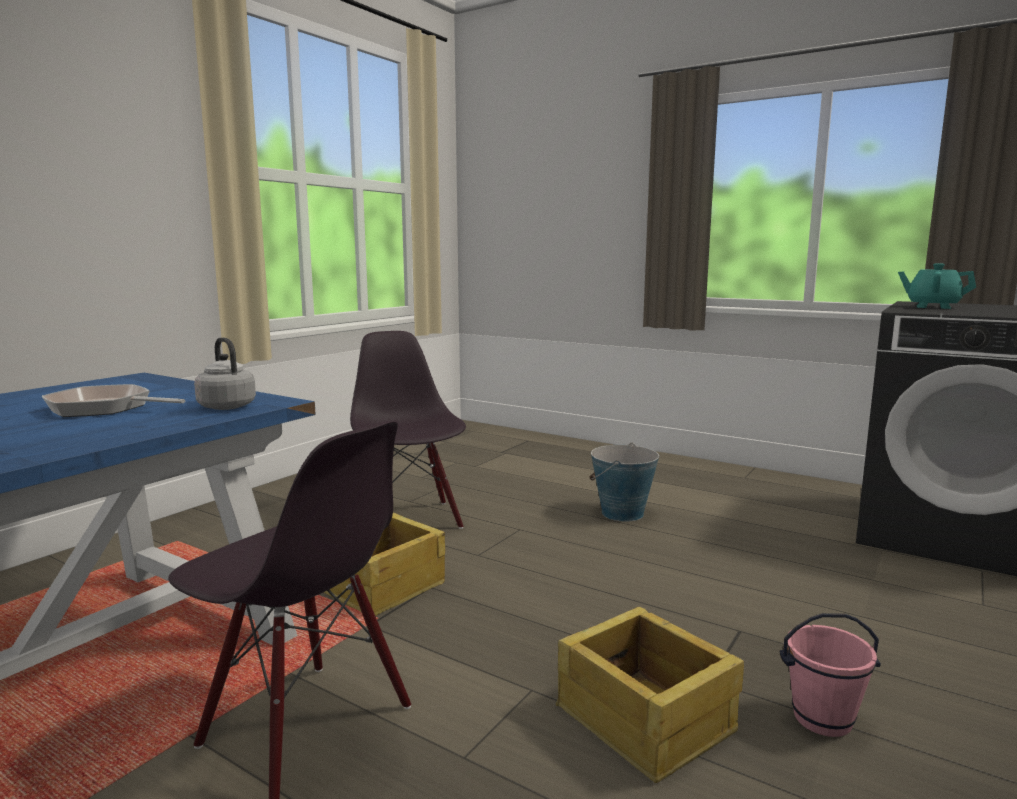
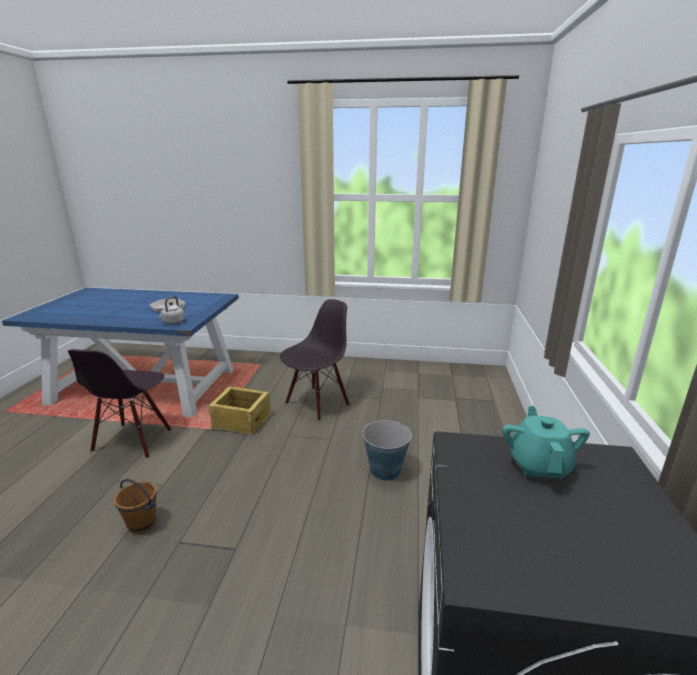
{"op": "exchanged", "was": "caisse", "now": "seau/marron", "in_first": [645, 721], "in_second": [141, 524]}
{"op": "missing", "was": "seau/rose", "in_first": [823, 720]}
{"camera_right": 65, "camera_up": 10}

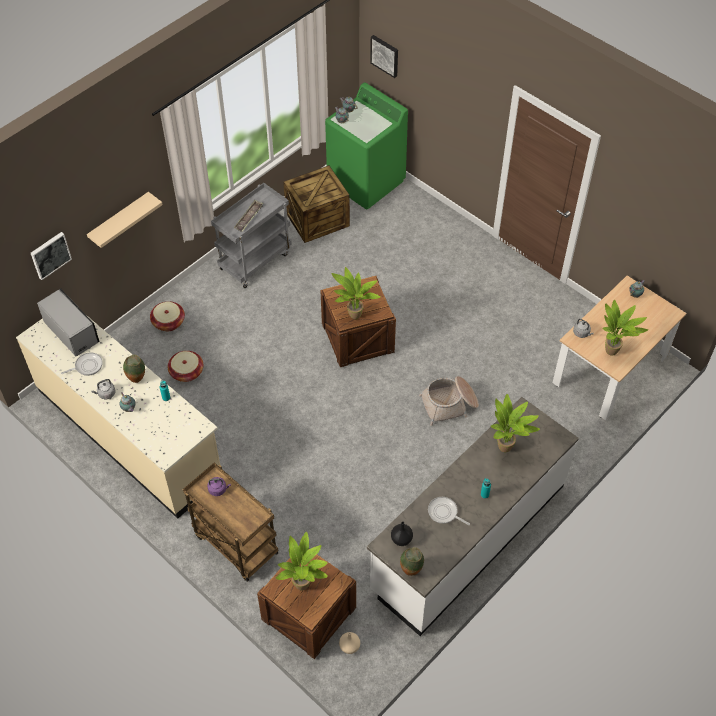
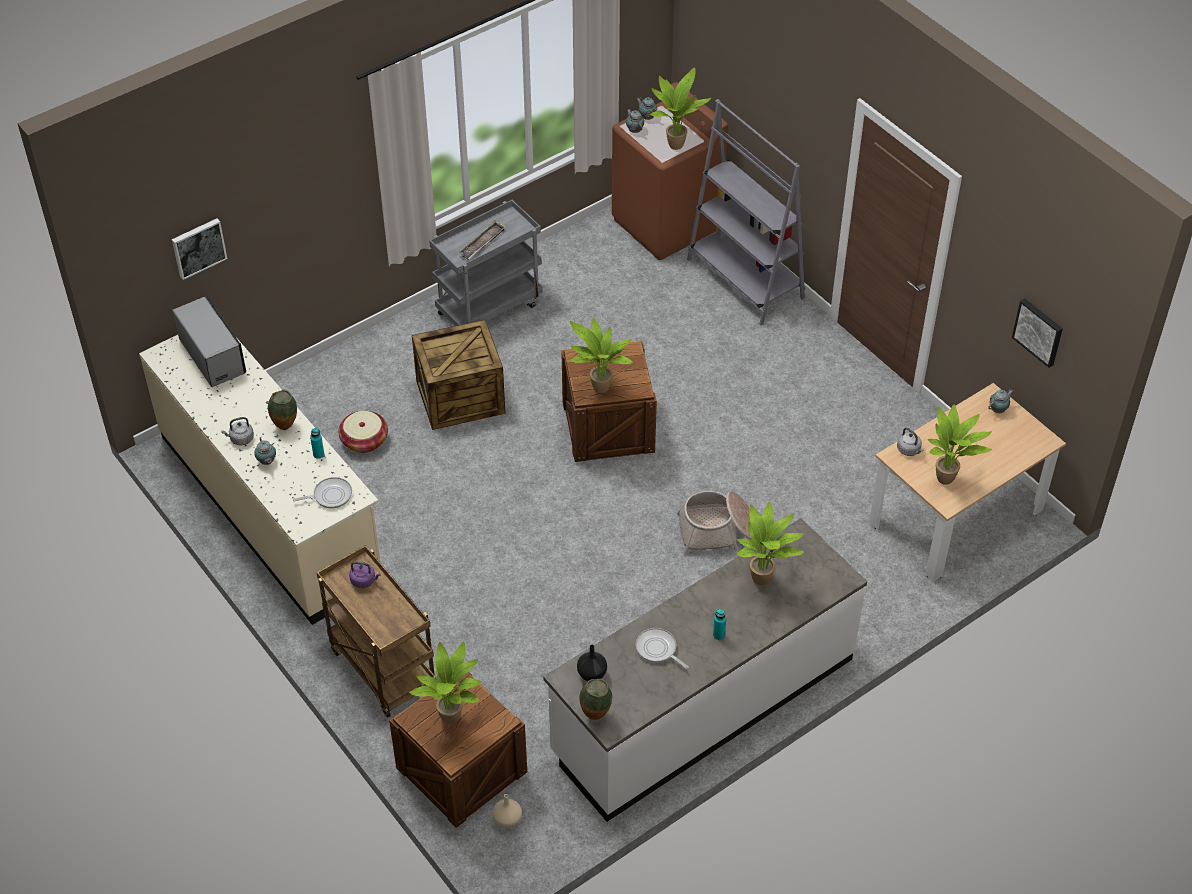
{"op": "relocated", "was": "poêle", "in_first": [87, 366], "in_second": [330, 495]}
{"op": "relocated", "was": "caisse", "in_first": [317, 219], "in_second": [460, 396]}
{"op": "colour", "was": "lave-linge/vert", "now": "lave-linge/marron", "in_first": [366, 182], "in_second": [667, 224]}
{"op": "appeared", "now": "plante en pot", "in_second": [674, 144]}
{"op": "appeared", "now": "bibliothèque/gris", "in_second": [745, 279]}
{"op": "relocated", "was": "tableau", "in_first": [385, 55], "in_second": [1039, 331]}
{"op": "missing", "was": "étagère/beige", "in_first": [120, 221]}
{"op": "missing", "was": "panier", "in_first": [168, 322]}
{"camera_right": 10, "camera_up": -5}

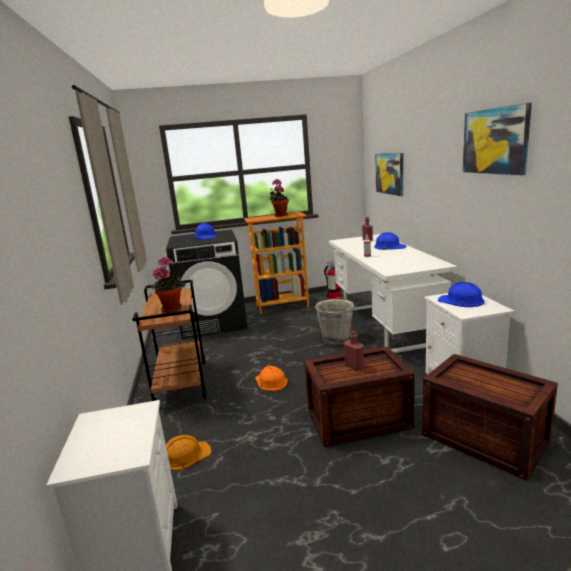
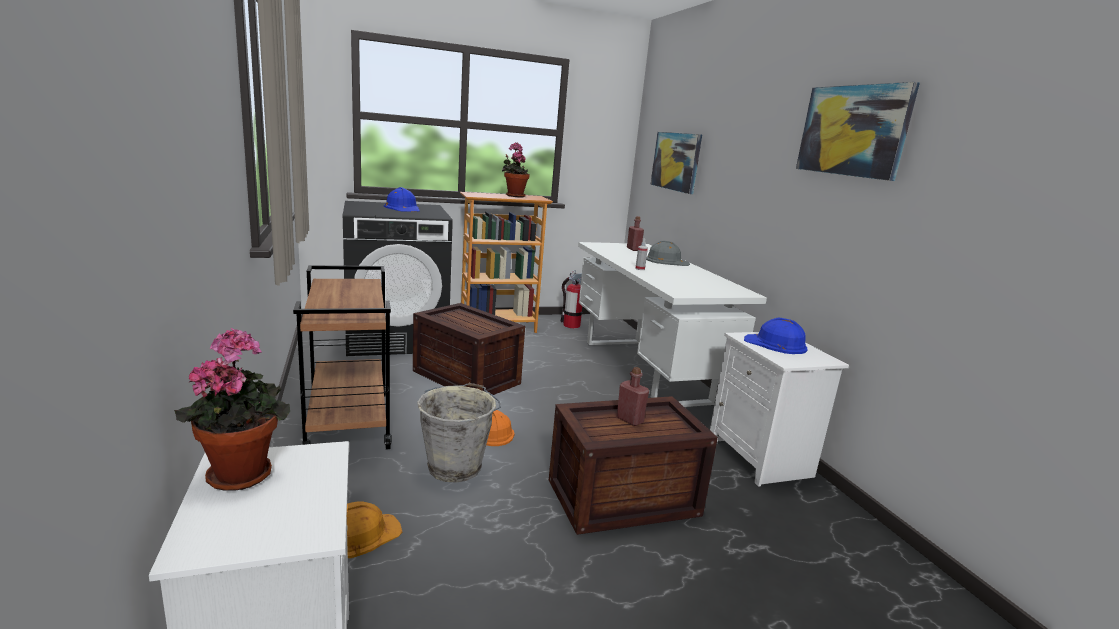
{"op": "relocated", "was": "plante en pot", "in_first": [172, 308], "in_second": [242, 472]}
{"op": "relocated", "was": "caisse", "in_first": [482, 438], "in_second": [465, 377]}
{"op": "relocated", "was": "seau/gris", "in_first": [336, 338], "in_second": [456, 466]}
{"op": "colour", "was": "casque de chantier/bleu", "now": "casque de chantier/gris", "in_first": [389, 246], "in_second": [666, 261]}
{"camera_right": -10, "camera_up": 0}

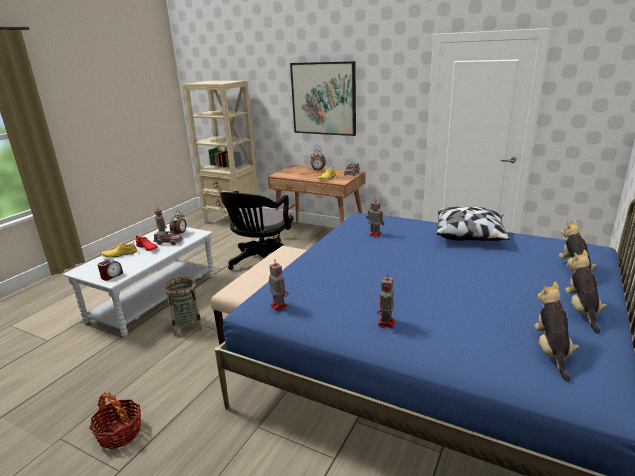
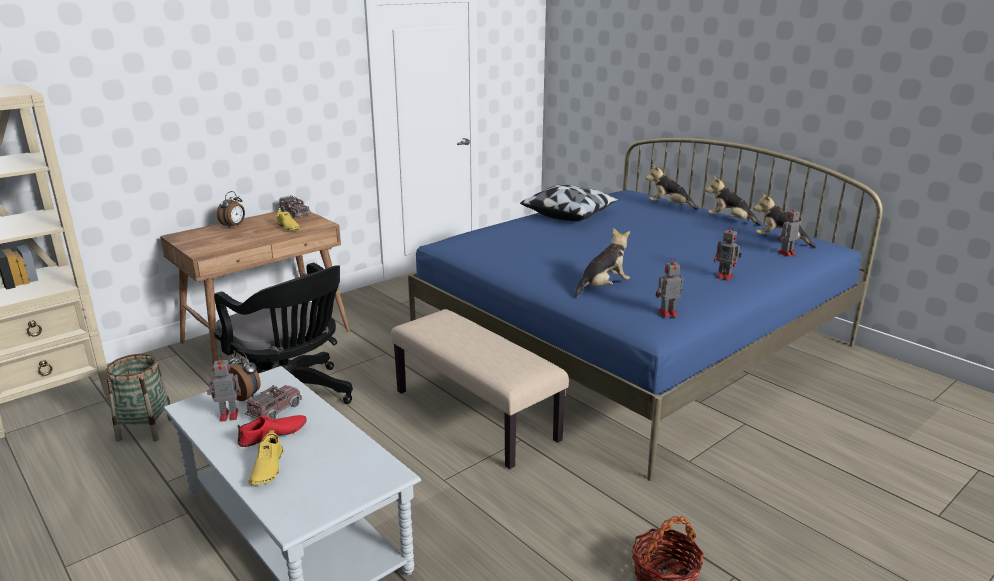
{"op": "relocated", "was": "panier", "in_first": [187, 326], "in_second": [146, 429]}
{"op": "appeared", "now": "peluche", "in_second": [603, 287]}
{"op": "relocated", "was": "robot jouet", "in_first": [374, 234], "in_second": [785, 253]}
{"op": "missing", "was": "réveil", "in_first": [112, 276]}
{"op": "missing", "was": "tableau", "in_first": [323, 98]}
{"camera_right": -70, "camera_up": 0}

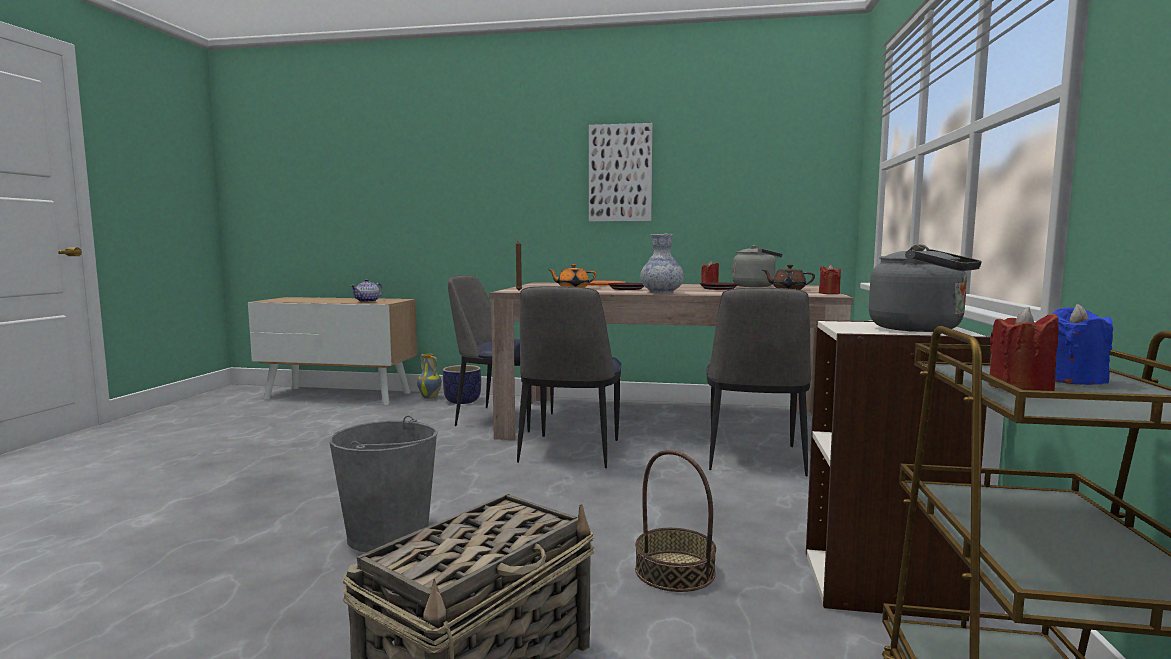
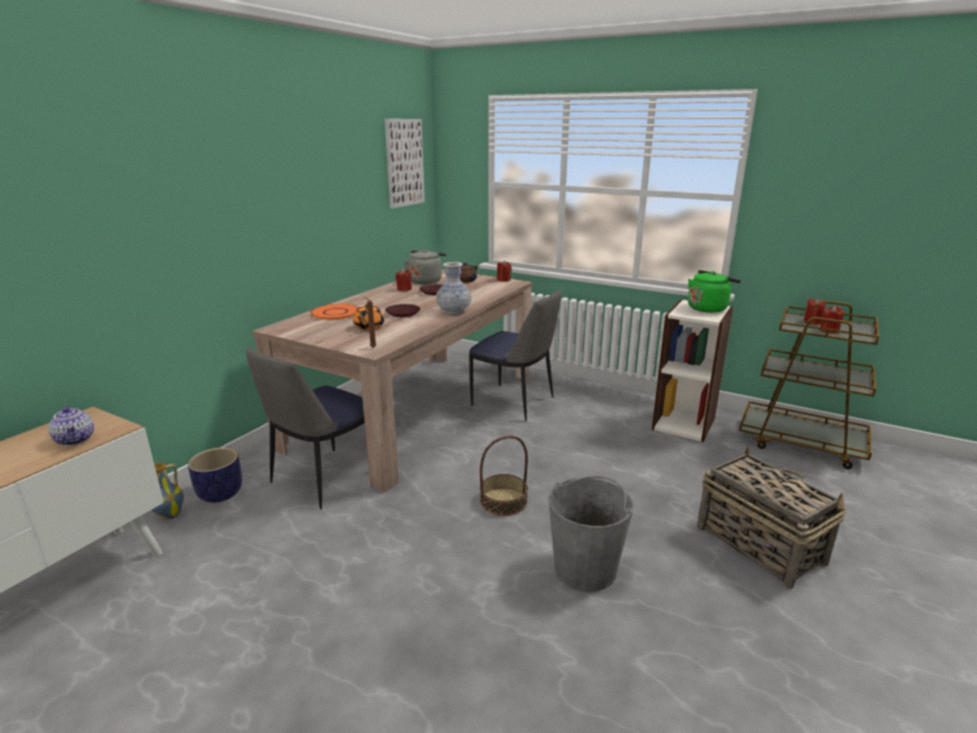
{"op": "relocated", "was": "tableau", "in_first": [620, 173], "in_second": [404, 163]}
{"op": "relocated", "was": "panier", "in_first": [675, 571], "in_second": [503, 501]}
{"op": "colour", "was": "bouilloire/gris", "now": "bouilloire/vert", "in_first": [921, 329], "in_second": [708, 308]}
{"op": "colour", "was": "bougie/bleu", "now": "bougie/rouge", "in_first": [1073, 380], "in_second": [812, 322]}
{"op": "missing", "was": "chaise", "in_first": [569, 452]}
{"camera_right": -70, "camera_up": 15}

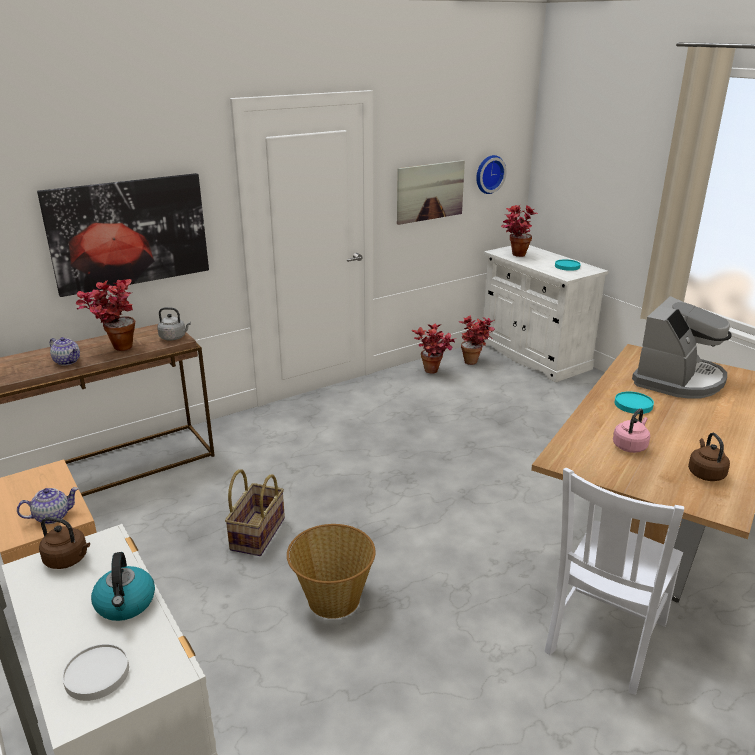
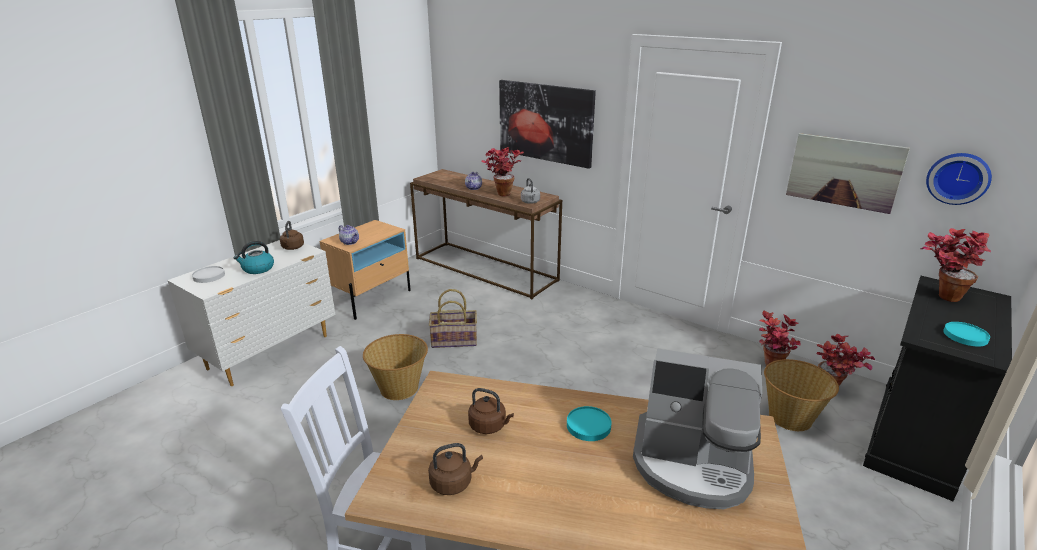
{"op": "colour", "was": "bouilloire/rose", "now": "bouilloire/marron", "in_first": [630, 446], "in_second": [489, 426]}
{"op": "appeared", "now": "panier", "in_second": [790, 417]}
{"op": "colour", "was": "meuble de rangement/blanc", "now": "meuble de rangement/noir", "in_first": [533, 356], "in_second": [914, 436]}
{"camera_right": 70, "camera_up": 0}

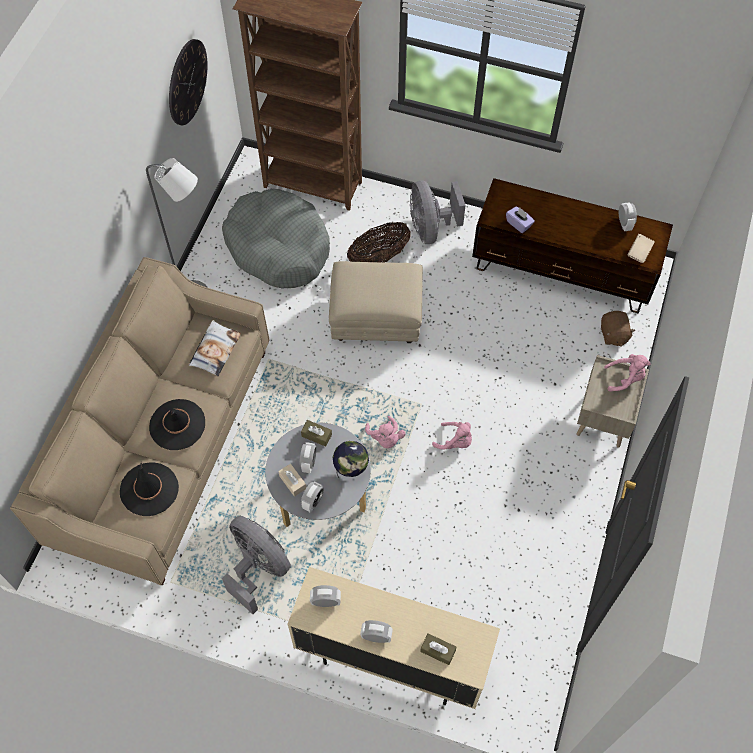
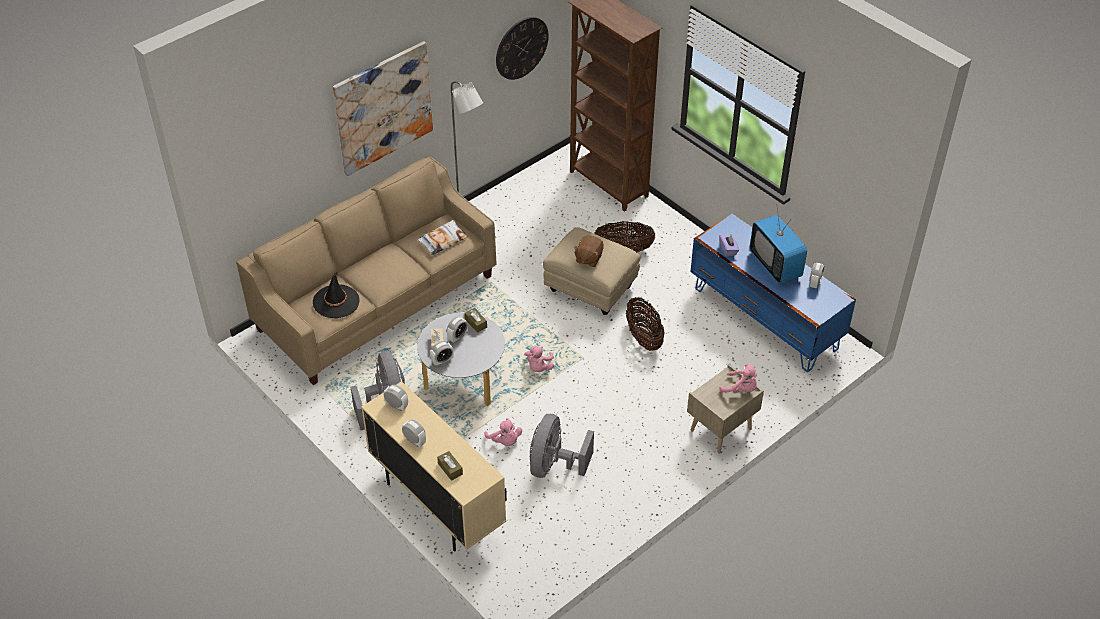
{"op": "appeared", "now": "tableau", "in_second": [383, 108]}
{"op": "relocated", "was": "peluche/rose", "in_first": [455, 441], "in_second": [505, 441]}
{"op": "relocated", "was": "ventilateur/gris", "in_first": [430, 228], "in_second": [554, 465]}
{"op": "relocated", "was": "peluche/marron", "in_first": [613, 334], "in_second": [588, 258]}
{"op": "appeared", "now": "panier", "in_second": [643, 337]}
{"op": "colour", "was": "meuble télé/marron", "now": "meuble télé/bleu", "in_first": [562, 272], "in_second": [765, 319]}
{"op": "appeared", "now": "téléviseur", "in_second": [775, 265]}
{"op": "missing", "was": "chapeau/noir", "in_first": [177, 425]}
{"op": "missing", "was": "panier pour chien/gris", "in_first": [278, 247]}
{"op": "missing", "was": "globe", "in_first": [351, 470]}
{"op": "missing", "was": "livre/beige", "in_first": [639, 252]}
{"camera_right": 30, "camera_up": -15}

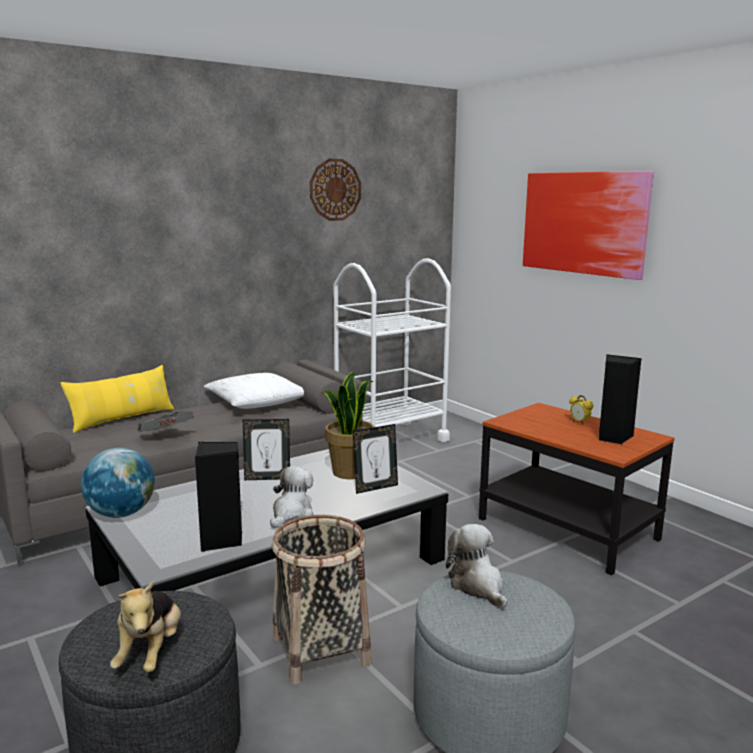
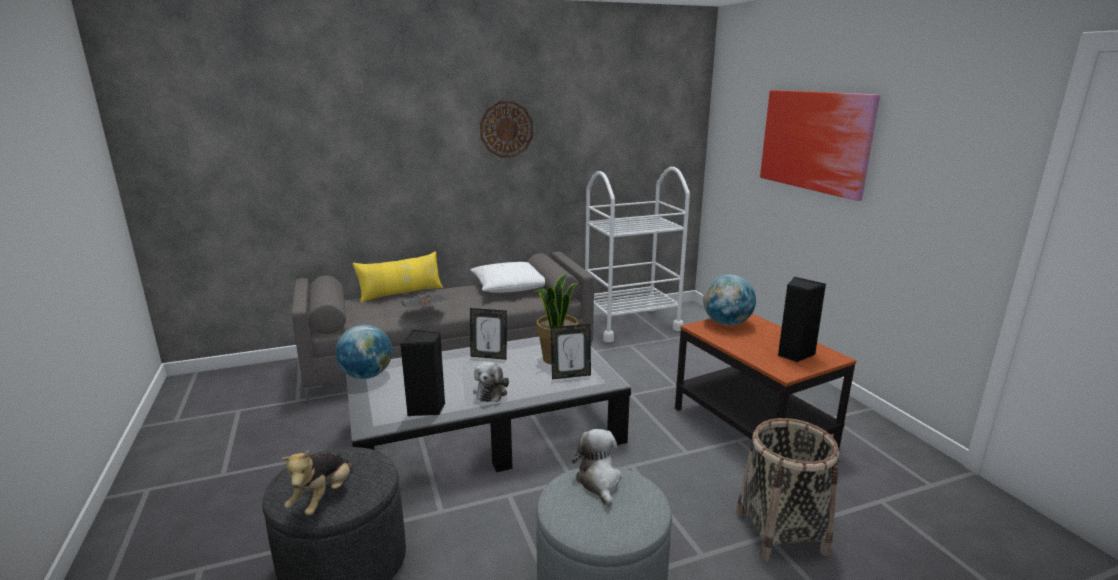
{"op": "spun", "was": "peluche", "in_first": [291, 514], "in_second": [491, 391], "clockwise": 150}
{"op": "relocated", "was": "horloge murale", "in_first": [335, 190], "in_second": [506, 129]}
{"op": "appeared", "now": "globe", "in_second": [726, 323]}
{"op": "relocated", "was": "panier", "in_first": [321, 650], "in_second": [781, 532]}
{"op": "missing", "was": "réveil", "in_first": [579, 422]}
{"camera_right": 15, "camera_up": 5}

